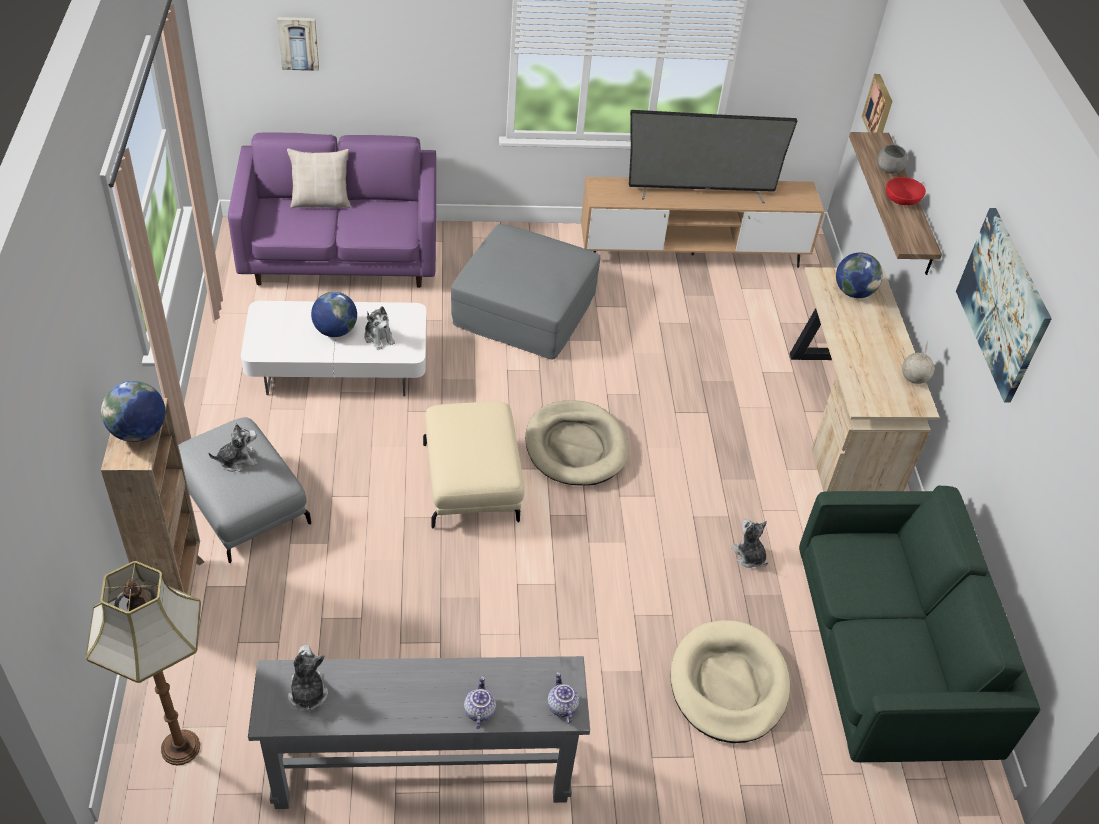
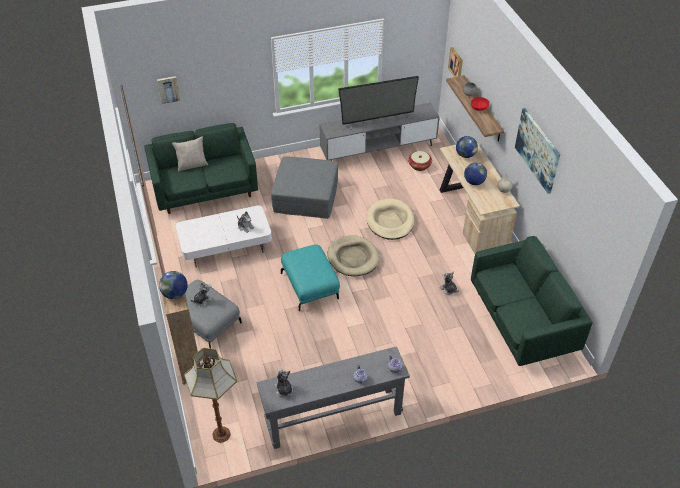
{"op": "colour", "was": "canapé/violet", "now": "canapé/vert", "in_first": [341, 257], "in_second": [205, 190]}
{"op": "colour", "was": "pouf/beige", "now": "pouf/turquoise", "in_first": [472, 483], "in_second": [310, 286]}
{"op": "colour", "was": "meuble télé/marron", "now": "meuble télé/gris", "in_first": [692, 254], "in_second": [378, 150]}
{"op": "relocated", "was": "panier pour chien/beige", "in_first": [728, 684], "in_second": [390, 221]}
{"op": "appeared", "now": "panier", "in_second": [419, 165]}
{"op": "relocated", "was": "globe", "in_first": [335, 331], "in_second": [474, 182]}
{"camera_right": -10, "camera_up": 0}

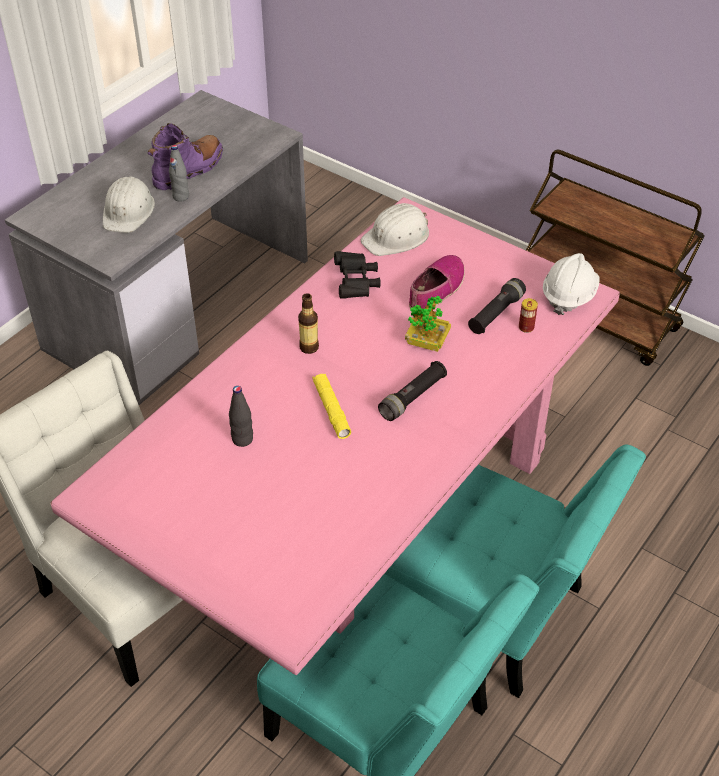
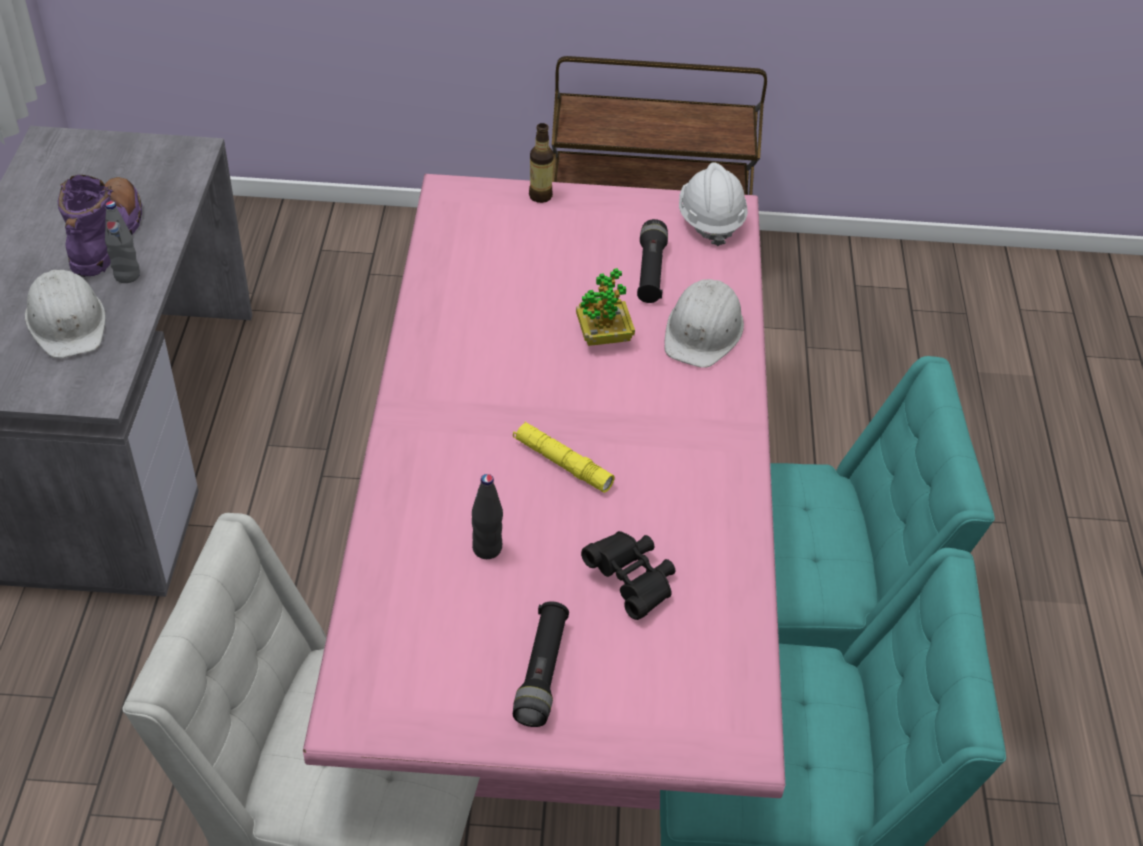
{"op": "relocated", "was": "lampe de poche/noir", "in_first": [413, 398], "in_second": [542, 672]}
{"op": "relocated", "was": "bouteille", "in_first": [309, 347], "in_second": [540, 196]}
{"op": "relocated", "was": "jumelles/noir", "in_first": [356, 283], "in_second": [632, 582]}
{"op": "relocated", "was": "casque de chantier/blanc", "in_first": [397, 237], "in_second": [703, 331]}
{"op": "missing", "was": "chaussure", "in_first": [436, 290]}
{"op": "missing", "was": "boîte métallique", "in_first": [526, 327]}
{"camera_right": -35, "camera_up": 0}

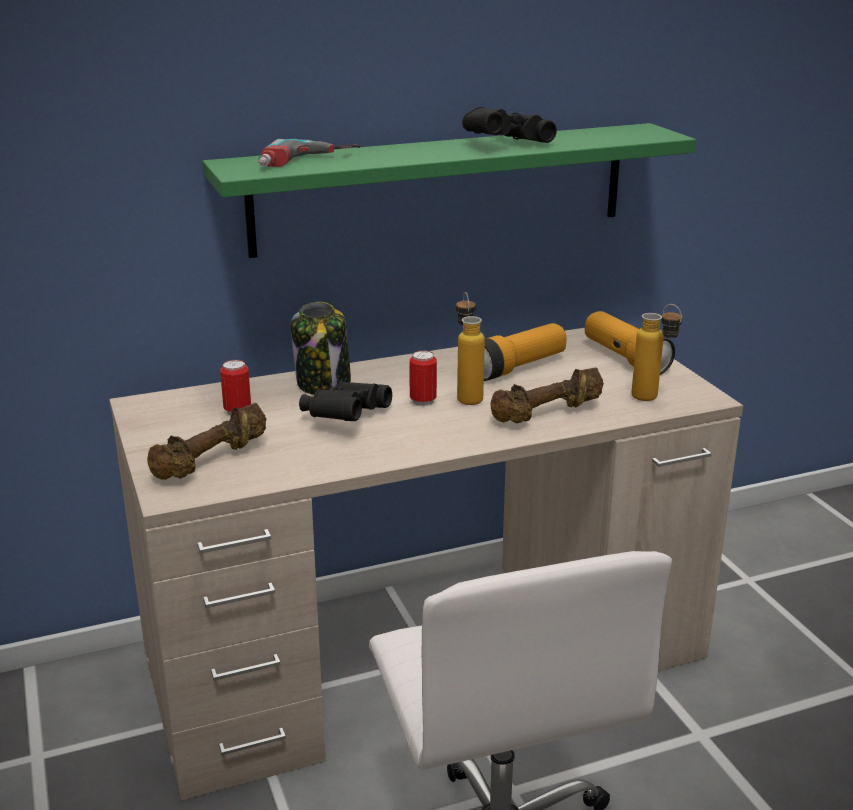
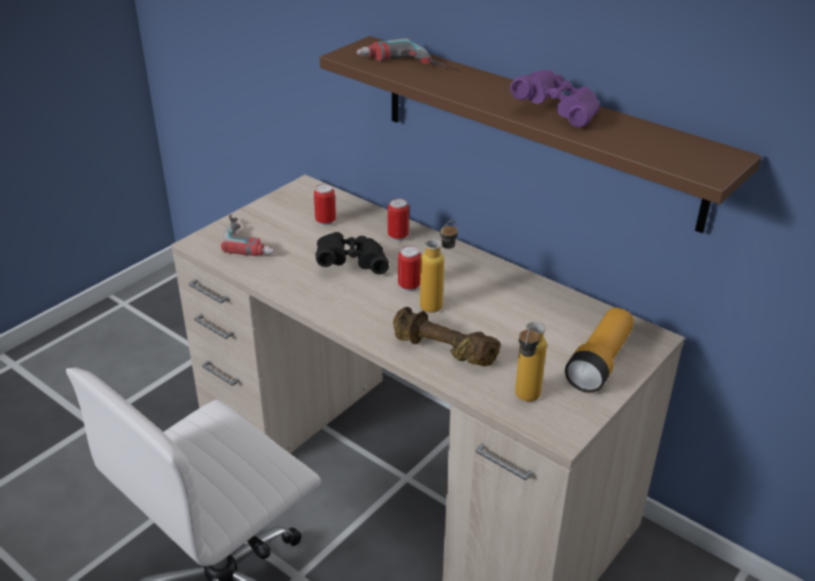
{"op": "exchanged", "was": "haltère/marron", "now": "perceuse", "in_first": [212, 461], "in_second": [251, 239]}
{"op": "colour", "was": "étagère/vert", "now": "étagère/marron", "in_first": [442, 188], "in_second": [536, 130]}
{"op": "exchanged", "was": "bocal", "now": "boîte métallique", "in_first": [323, 383], "in_second": [398, 237]}
{"op": "colour", "was": "jumelles/noir", "now": "jumelles/violet", "in_first": [503, 144], "in_second": [557, 112]}
{"op": "missing", "was": "lampe de poche", "in_first": [518, 367]}
{"camera_right": 60, "camera_up": 10}

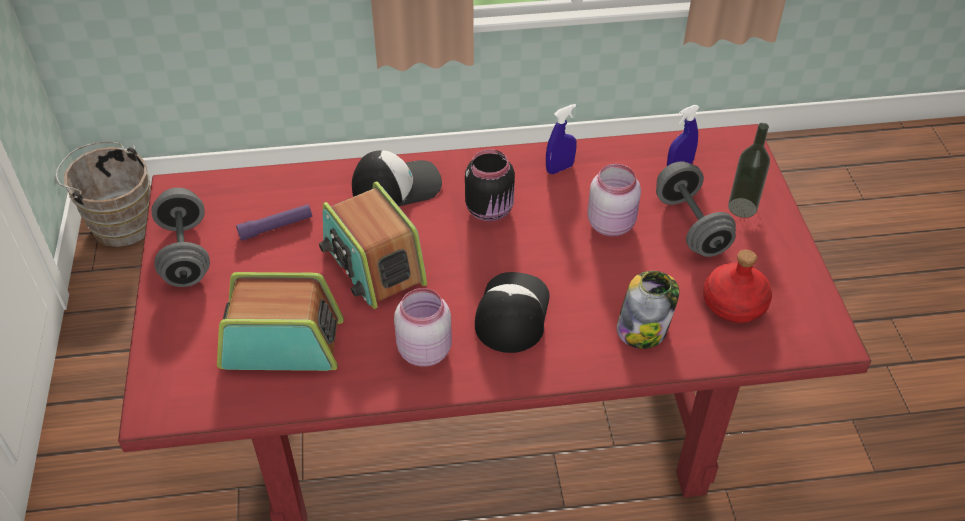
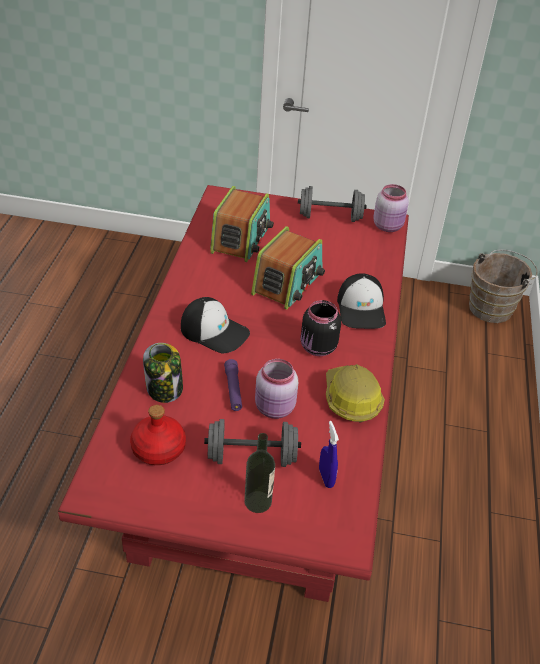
{"op": "relocated", "was": "lampe de poche/violet", "in_first": [276, 227], "in_second": [233, 389]}
{"op": "spun", "was": "radio", "in_first": [373, 264], "in_second": [288, 283], "clockwise": 135}
{"op": "exchanged", "was": "vaporisateur/bleu", "now": "casque de chantier", "in_first": [559, 168], "in_second": [351, 399]}
{"op": "relocated", "was": "bocal/rose", "in_first": [424, 349], "in_second": [388, 226]}
{"camera_right": 105, "camera_up": -5}

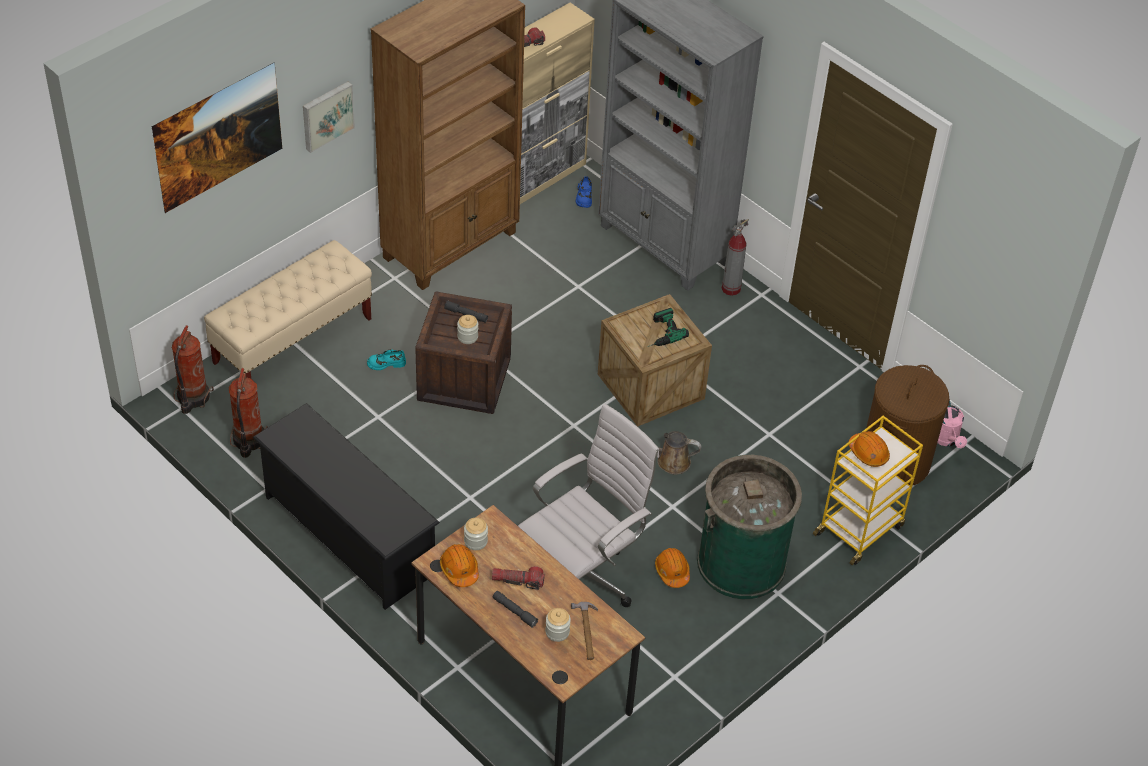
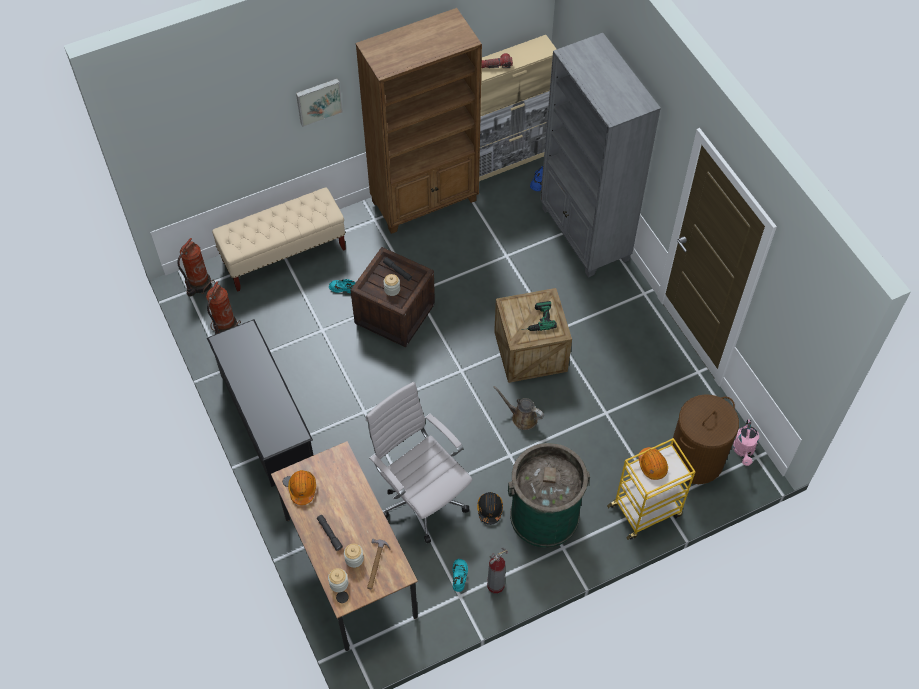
{"op": "relocated", "was": "bocal", "in_first": [475, 541], "in_second": [339, 583]}
{"op": "spun", "was": "chaise de bureau/blanc", "in_first": [582, 578], "in_second": [421, 498], "clockwise": -105}
{"op": "appeared", "now": "chaussure/turquoise", "in_second": [459, 576]}
{"op": "colour", "was": "casque de chantier/orange", "now": "casque de chantier/noir", "in_first": [672, 571], "in_second": [490, 509]}
{"op": "relocated", "was": "extincteur", "in_first": [731, 289], "in_second": [495, 585]}
{"op": "missing", "was": "tableau", "in_first": [222, 159]}
{"op": "missing", "was": "lampe de poche", "in_first": [518, 581]}
{"camera_right": 20, "camera_up": 10}

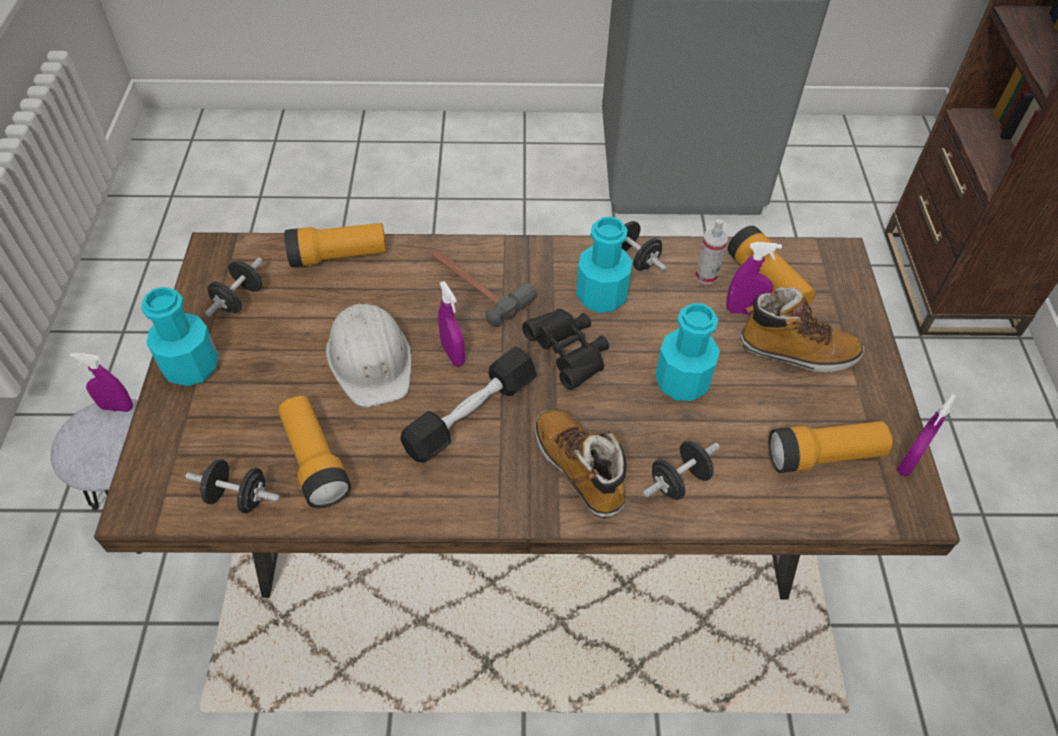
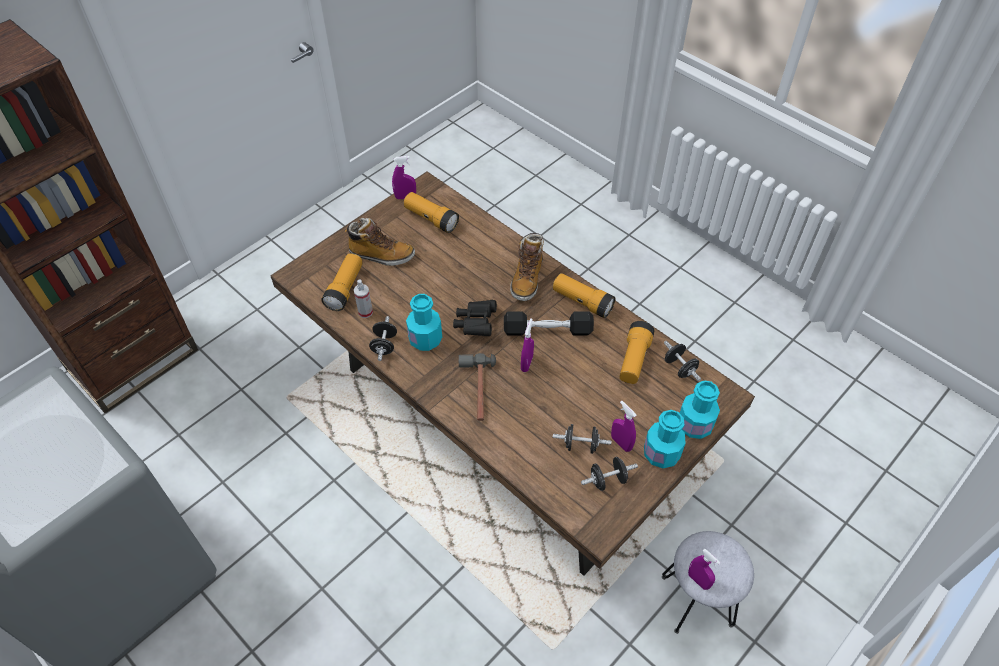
{"op": "spun", "was": "botte", "in_first": [796, 352], "in_second": [381, 255], "clockwise": 135}
{"op": "relocated", "was": "lampe de poche", "in_first": [338, 256], "in_second": [582, 302]}
{"op": "relocated", "was": "haltère/noir", "in_first": [679, 481], "in_second": [580, 445]}
{"op": "relocated", "was": "vaporisateur/violet", "in_first": [744, 310], "in_second": [621, 443]}
{"op": "relocated", "was": "bouteille/turquoise", "in_first": [682, 381], "in_second": [694, 425]}
{"op": "missing", "was": "casque de chantier/blanc", "in_first": [371, 359]}
{"camera_right": -135, "camera_up": 0}

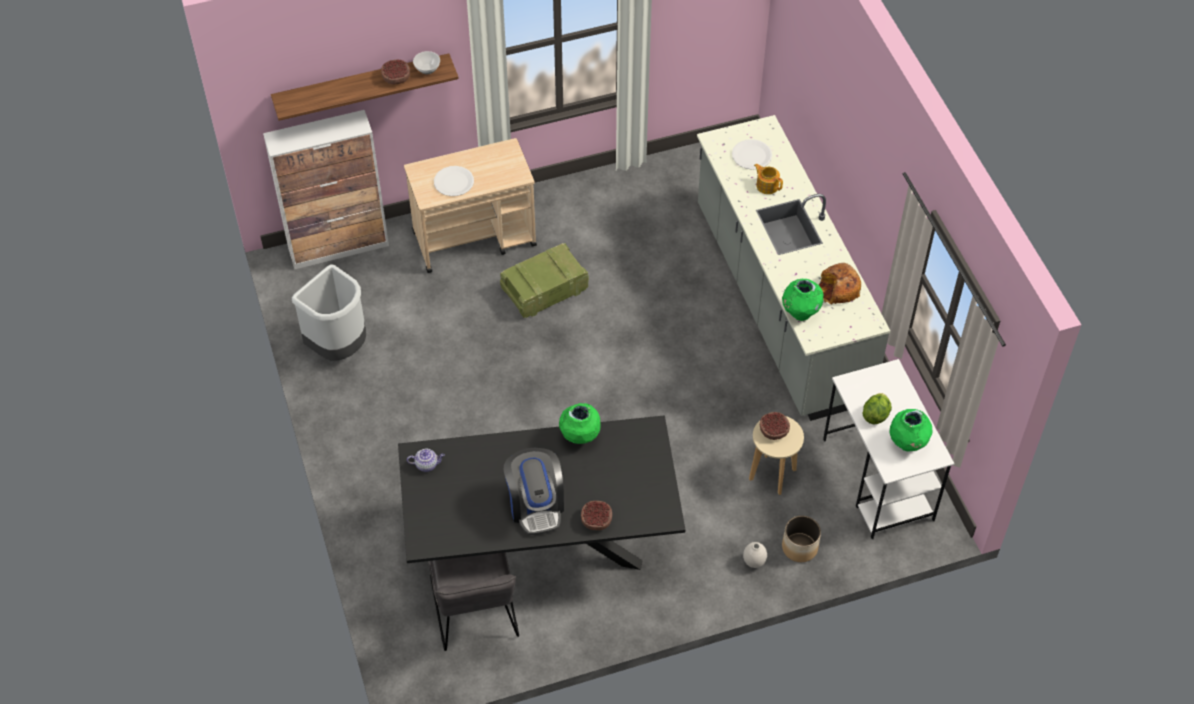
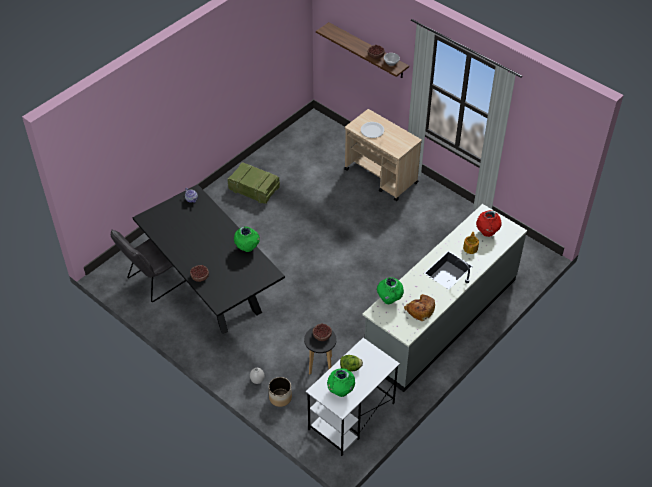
{"op": "relocated", "was": "caisse", "in_first": [545, 289], "in_second": [254, 189]}
{"op": "colour", "was": "tabouret/beige", "now": "tabouret/noir", "in_first": [772, 474], "in_second": [320, 365]}
{"op": "exchanged", "was": "assiette/blanc", "now": "vase/rouge", "in_first": [752, 155], "in_second": [487, 232]}
{"op": "missing", "was": "meuble de rangement", "in_first": [339, 246]}
{"op": "missing", "was": "poubelle/gris", "in_first": [339, 347]}
{"op": "missing", "was": "machine à café", "in_first": [536, 505]}
{"camera_right": 60, "camera_up": -5}

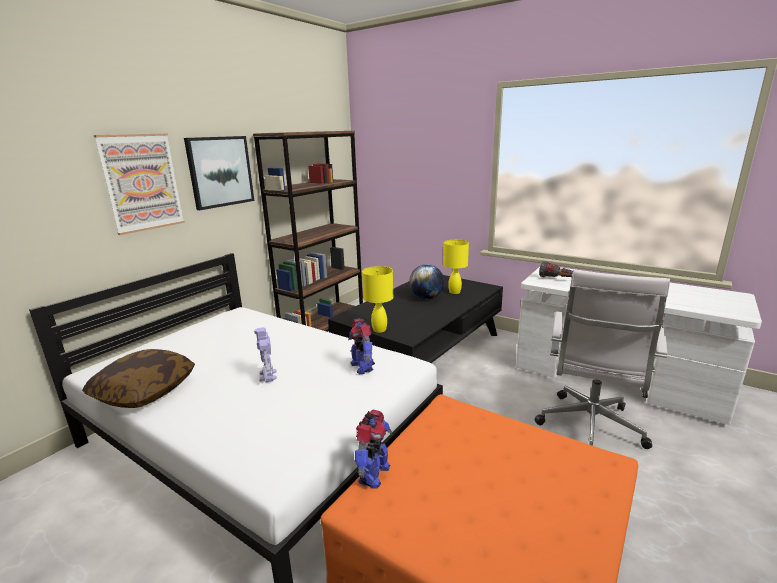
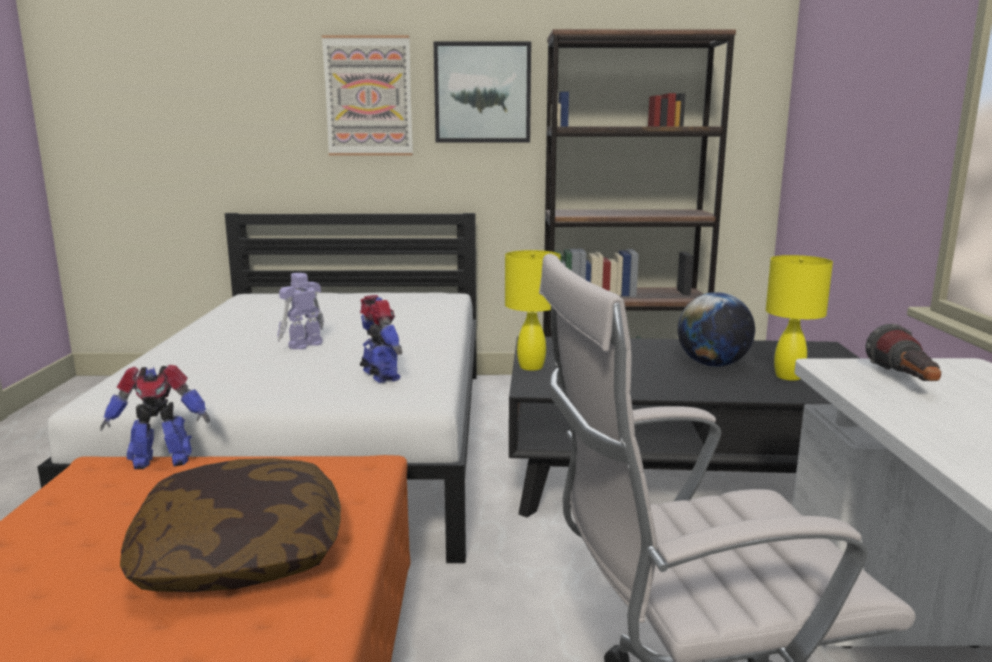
{"op": "relocated", "was": "coussin", "in_first": [145, 391], "in_second": [241, 555]}
{"op": "spun", "was": "robot jouet", "in_first": [362, 366], "in_second": [380, 376], "clockwise": 120}
{"camera_right": 55, "camera_up": -5}

